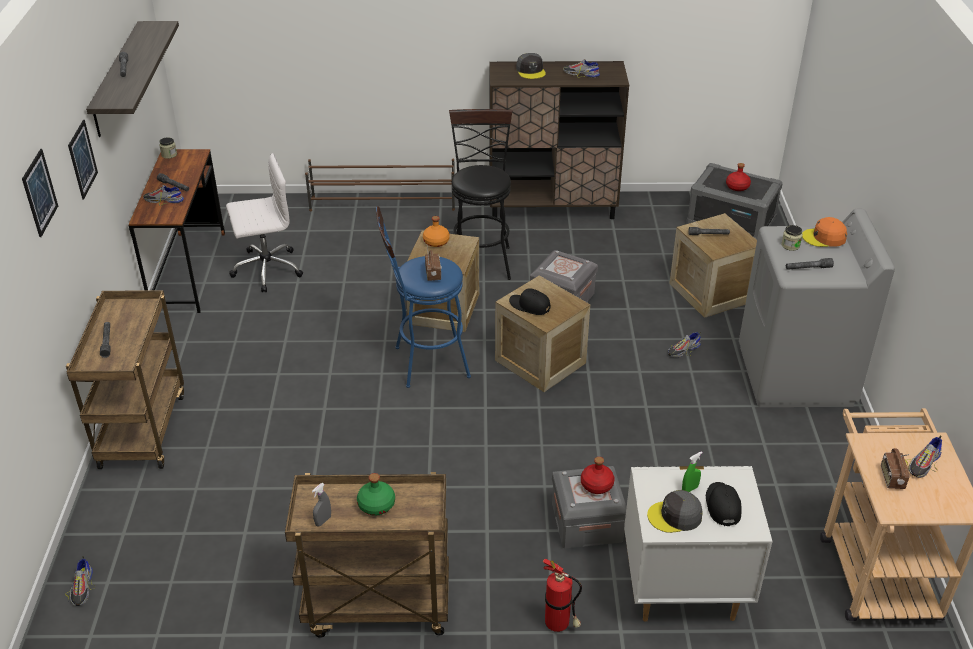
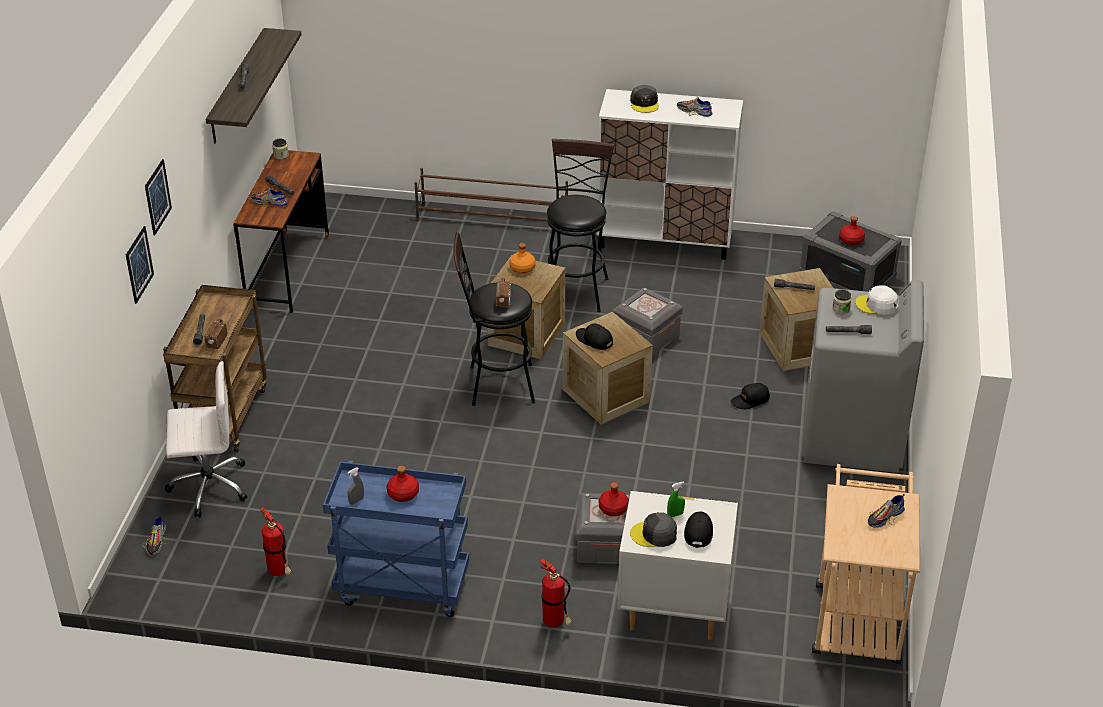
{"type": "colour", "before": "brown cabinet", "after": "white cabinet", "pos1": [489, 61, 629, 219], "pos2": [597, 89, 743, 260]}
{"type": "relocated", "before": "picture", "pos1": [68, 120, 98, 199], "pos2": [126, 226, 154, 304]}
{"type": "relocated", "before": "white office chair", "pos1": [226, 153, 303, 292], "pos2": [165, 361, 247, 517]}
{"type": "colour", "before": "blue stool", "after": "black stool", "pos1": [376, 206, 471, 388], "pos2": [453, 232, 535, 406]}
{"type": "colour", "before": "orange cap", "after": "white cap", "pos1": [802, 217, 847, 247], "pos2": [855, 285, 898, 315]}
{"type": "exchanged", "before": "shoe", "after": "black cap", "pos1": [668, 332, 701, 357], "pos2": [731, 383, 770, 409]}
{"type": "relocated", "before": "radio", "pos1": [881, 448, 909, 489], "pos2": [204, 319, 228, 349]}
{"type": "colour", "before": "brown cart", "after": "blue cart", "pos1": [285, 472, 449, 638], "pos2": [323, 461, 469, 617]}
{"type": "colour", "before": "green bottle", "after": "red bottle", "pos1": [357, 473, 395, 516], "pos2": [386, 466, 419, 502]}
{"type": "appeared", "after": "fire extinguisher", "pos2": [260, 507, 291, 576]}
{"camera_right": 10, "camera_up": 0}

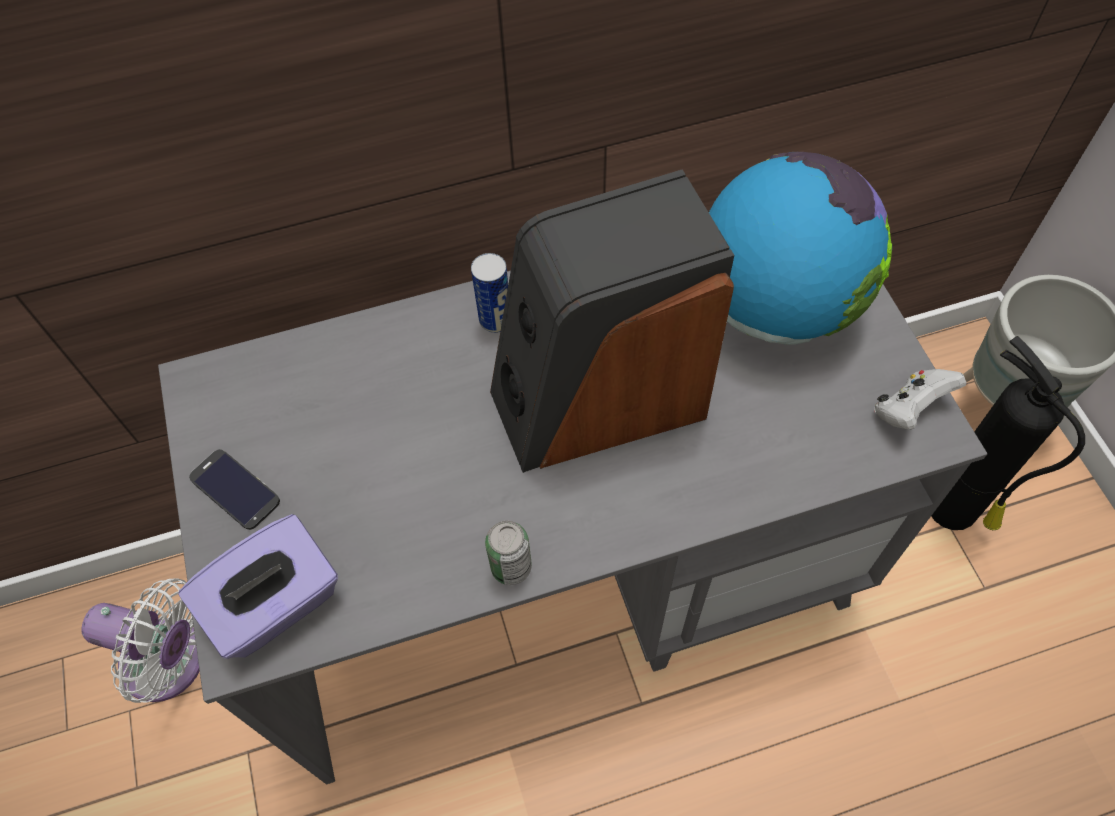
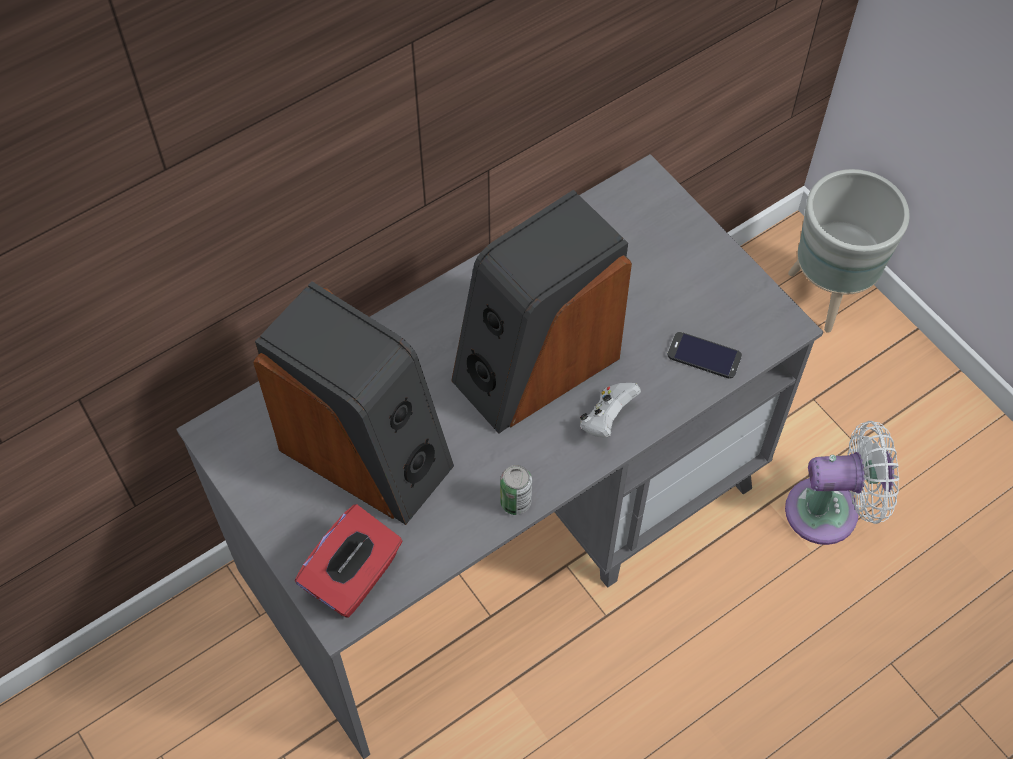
{"type": "missing", "before": "globe", "pos1": [709, 152, 892, 345]}
{"type": "missing", "before": "can", "pos1": [471, 253, 508, 333]}
{"type": "missing", "before": "fire extinguisher", "pos1": [932, 336, 1085, 530]}
{"type": "relocated", "before": "white game controller", "pos1": [874, 369, 966, 430], "pos2": [580, 383, 641, 438]}
{"type": "relocated", "before": "phone", "pos1": [189, 449, 280, 530], "pos2": [668, 332, 742, 379]}
{"type": "colour", "before": "purple tissue box", "after": "red tissue box", "pos1": [178, 514, 338, 659], "pos2": [295, 504, 403, 618]}
{"type": "relocated", "before": "white fan", "pos1": [81, 578, 200, 703], "pos2": [785, 421, 899, 545]}
{"type": "appeared", "after": "speaker", "pos2": [253, 281, 454, 525]}
{"camera_right": -20, "camera_up": 0}

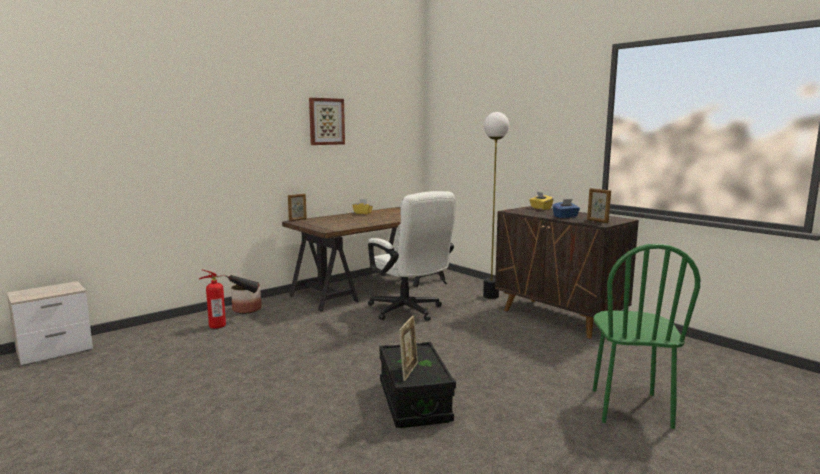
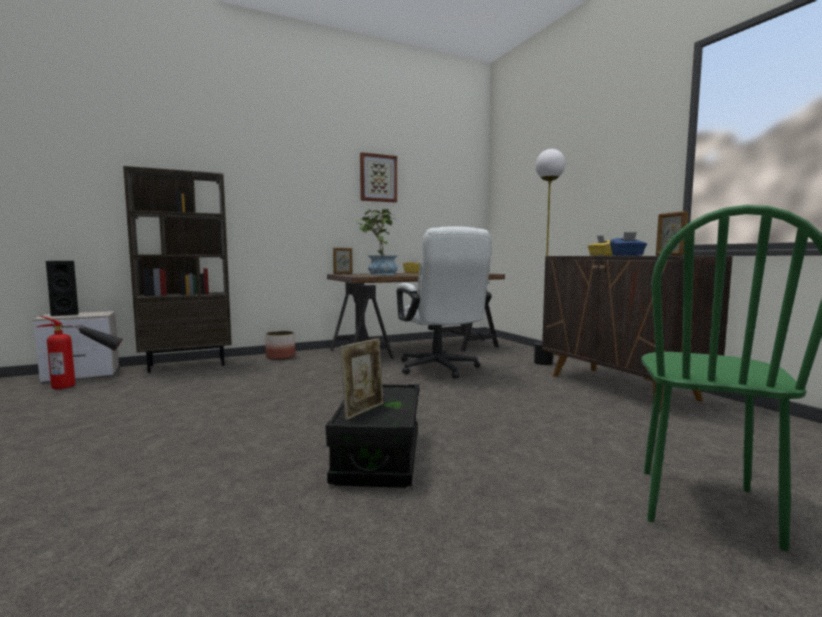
{"type": "relocated", "before": "fire extinguisher", "pos1": [199, 269, 259, 329], "pos2": [37, 316, 123, 389]}
{"type": "appeared", "after": "brown bookcase", "pos2": [123, 166, 232, 373]}
{"type": "appeared", "after": "potted plant", "pos2": [356, 209, 398, 275]}
{"type": "appeared", "after": "black speaker", "pos2": [46, 261, 79, 316]}
{"camera_right": 15, "camera_up": -5}

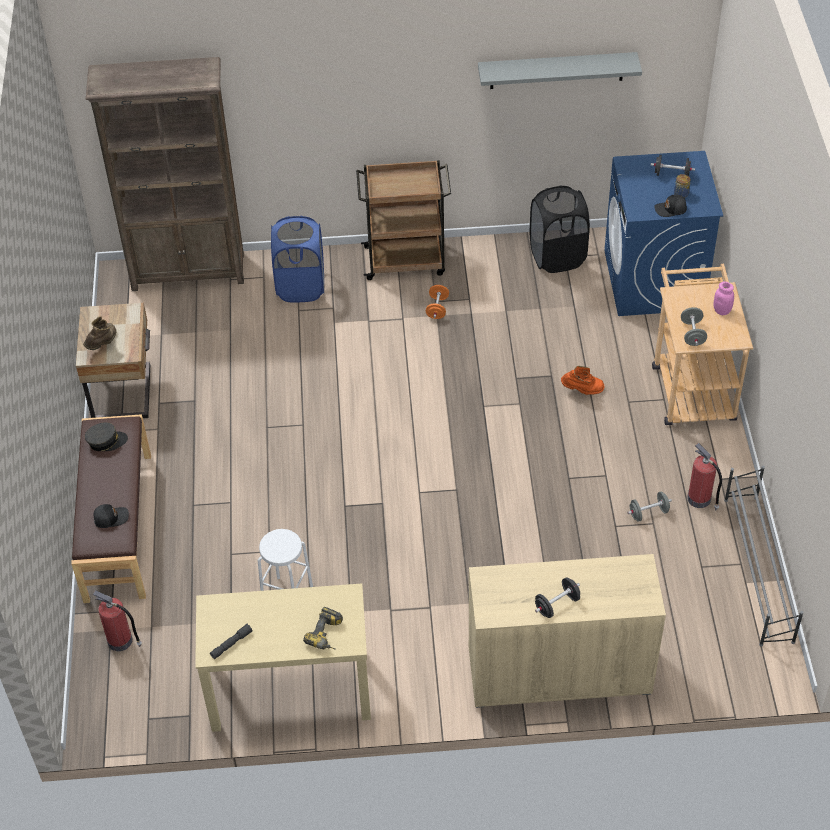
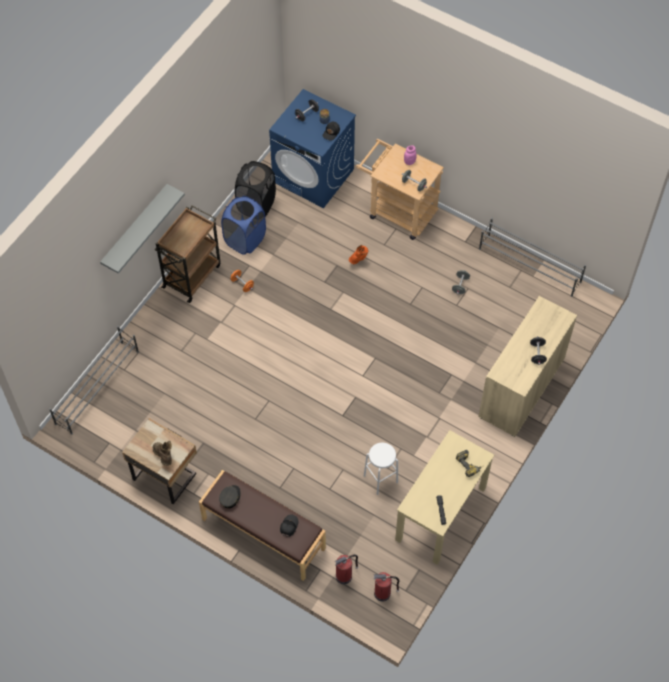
{"type": "relocated", "before": "grey shelf", "pos1": [478, 52, 642, 89], "pos2": [100, 184, 185, 274]}
{"type": "exchanged", "before": "brown bookcase", "after": "grey shoe rack", "pos1": [86, 57, 244, 291], "pos2": [49, 326, 139, 435]}
{"type": "relocated", "before": "blue laundry basket", "pos1": [271, 216, 324, 302], "pos2": [221, 196, 266, 255]}
{"type": "relocated", "before": "fire extinguisher", "pos1": [687, 443, 722, 510], "pos2": [373, 572, 400, 601]}
{"camera_right": -55, "camera_up": 10}

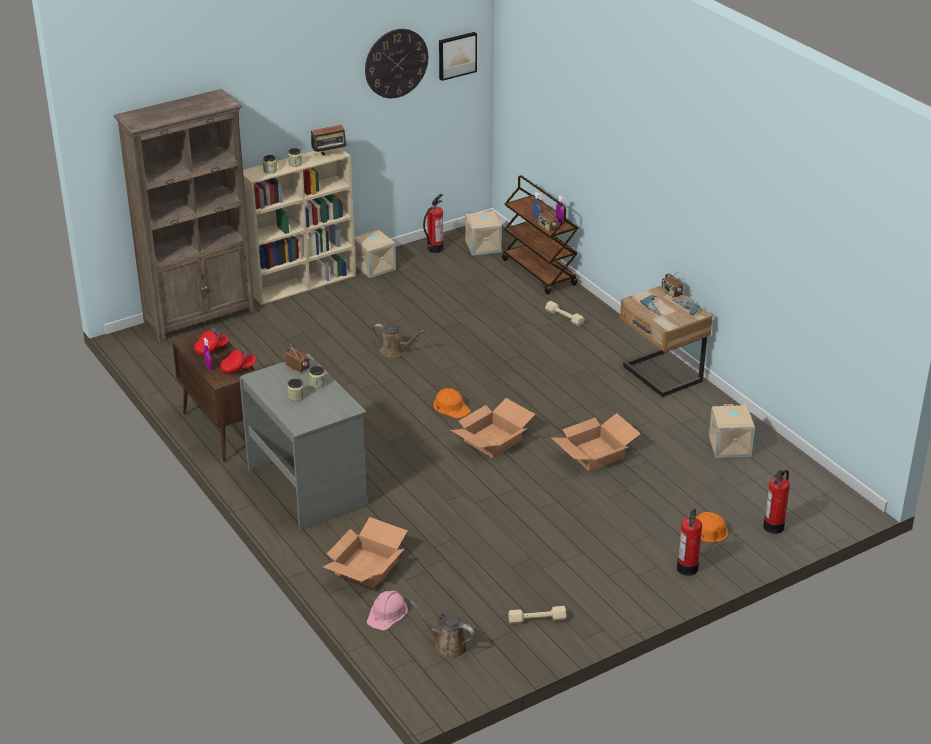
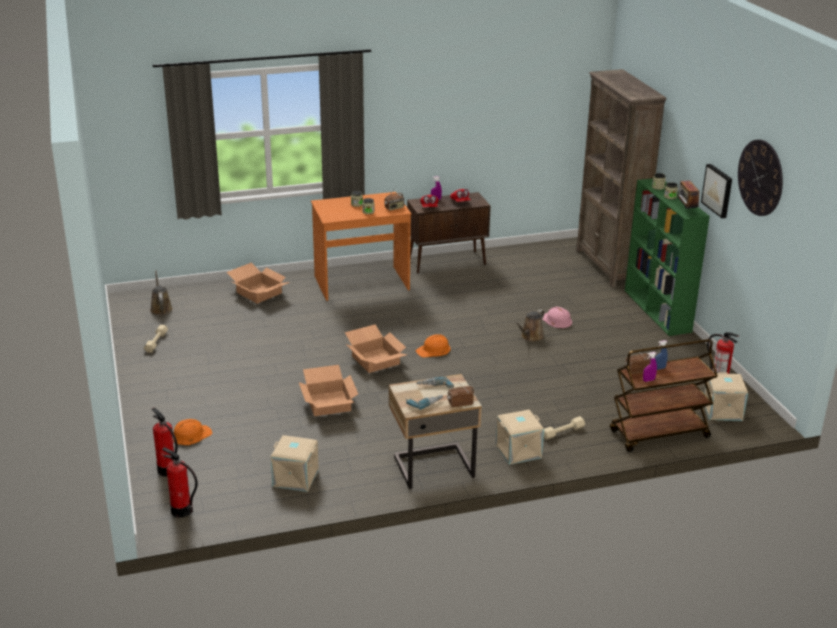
{"type": "relocated", "before": "picture", "pos1": [439, 32, 477, 81], "pos2": [701, 164, 732, 218]}
{"type": "colour", "before": "beige bookcase", "after": "green bookcase", "pos1": [243, 148, 356, 305], "pos2": [625, 178, 710, 336]}
{"type": "relocated", "before": "beige storage box", "pos1": [354, 230, 396, 278], "pos2": [496, 410, 544, 465]}
{"type": "colour", "before": "grey desk", "after": "orange desk", "pos1": [240, 354, 367, 531], "pos2": [311, 192, 412, 301]}
{"type": "relocated", "before": "fire extinguisher", "pos1": [677, 509, 702, 576], "pos2": [162, 447, 198, 518]}
{"type": "relocated", "before": "pink hard hat", "pos1": [367, 590, 408, 630], "pos2": [542, 307, 572, 328]}
{"type": "spun", "before": "brown watering can", "pos1": [410, 601, 475, 659], "pos2": [150, 271, 173, 315], "turn": -60}
{"camera_right": 105, "camera_up": -5}

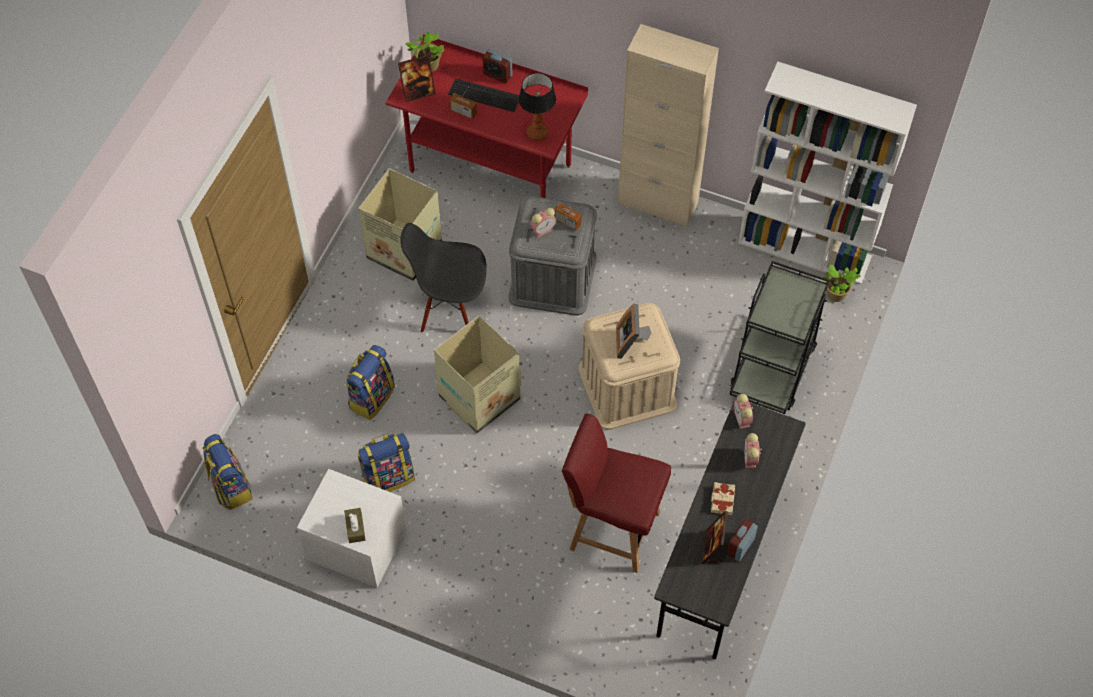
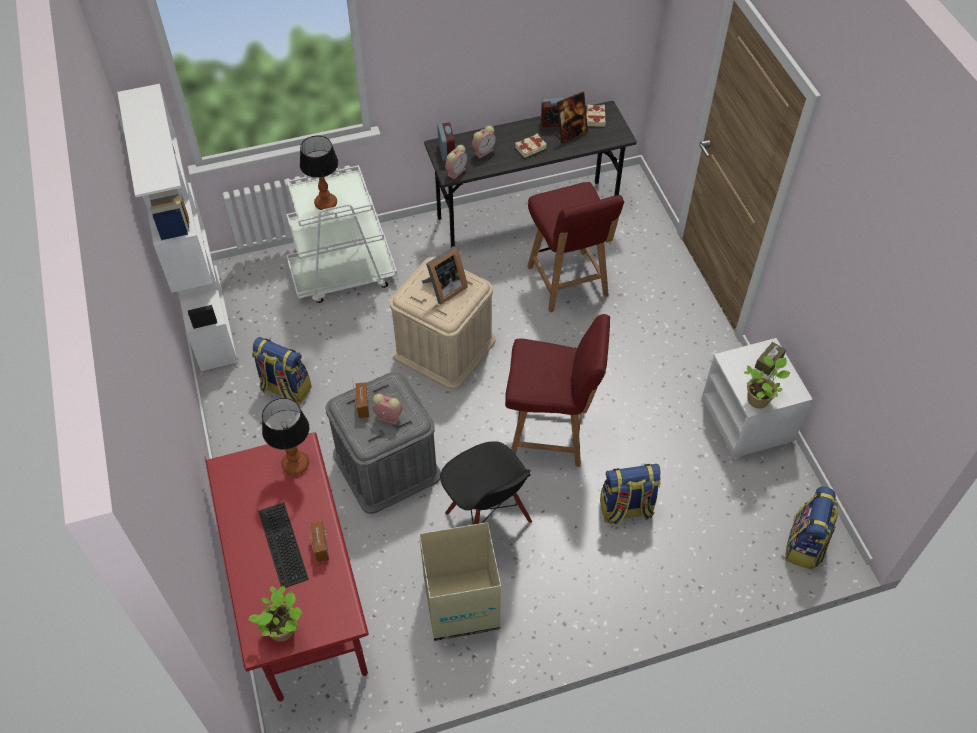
{"type": "missing", "before": "beige cabinet", "pos1": [618, 24, 719, 227]}
{"type": "relocated", "before": "alarm clock", "pos1": [483, 49, 512, 83], "pos2": [437, 122, 455, 161]}
{"type": "missing", "before": "picture frame", "pos1": [398, 55, 435, 102]}
{"type": "colour", "before": "black cart", "after": "white cart", "pos1": [730, 261, 830, 414], "pos2": [286, 165, 397, 303]}
{"type": "relocated", "before": "potted plant", "pos1": [823, 264, 861, 302], "pos2": [744, 356, 791, 409]}
{"type": "exchanged", "before": "cardboard box", "after": "red chair", "pos1": [434, 315, 521, 433], "pos2": [505, 314, 610, 467]}
{"type": "relocated", "before": "backpack", "pos1": [358, 433, 415, 492], "pos2": [252, 337, 312, 405]}
{"type": "appeared", "after": "beige book", "pos2": [586, 104, 605, 127]}
{"type": "appeared", "after": "table lamp", "pos2": [300, 136, 339, 210]}
{"camera_right": -130, "camera_up": -5}

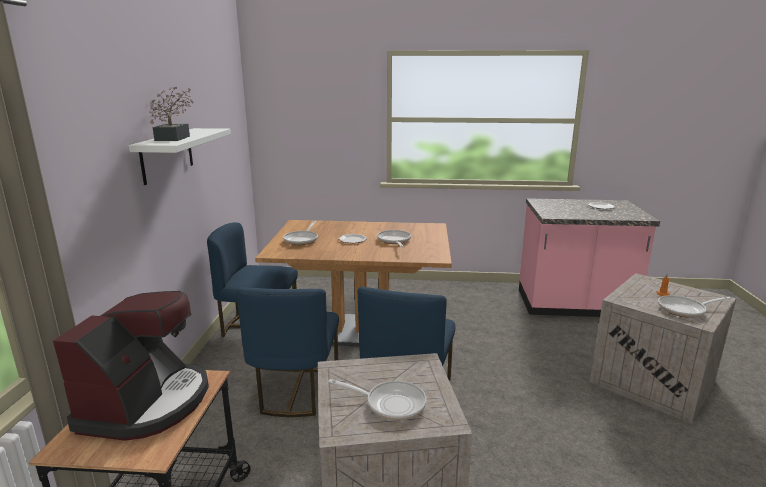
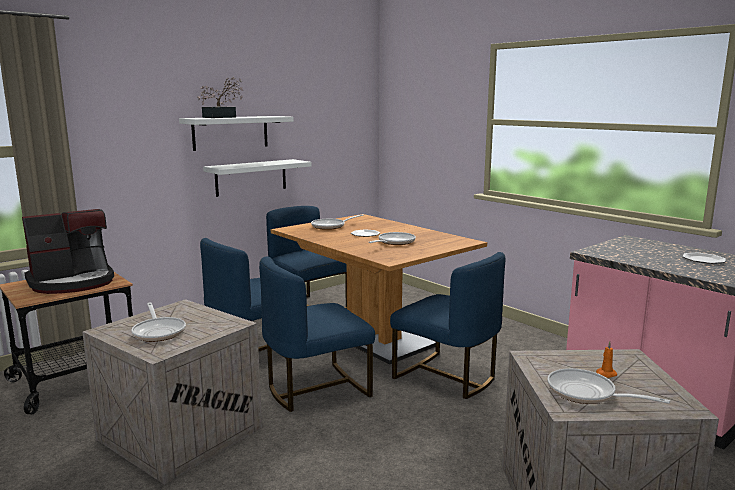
{"type": "appeared", "after": "white shelf", "pos2": [203, 159, 312, 197]}
{"type": "appeared", "after": "blue chair", "pos2": [390, 252, 505, 399]}
{"camera_right": 45, "camera_up": -5}

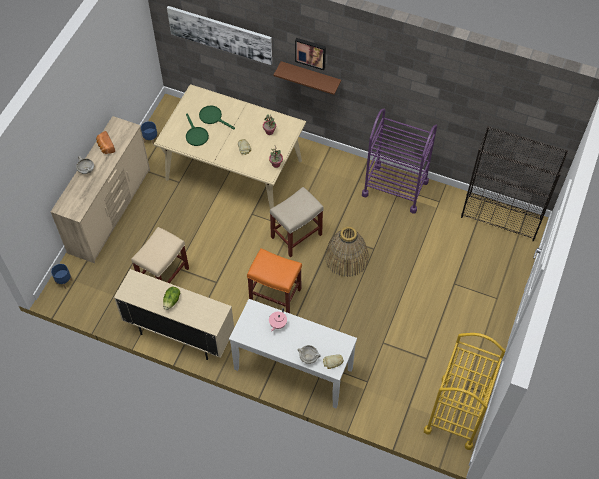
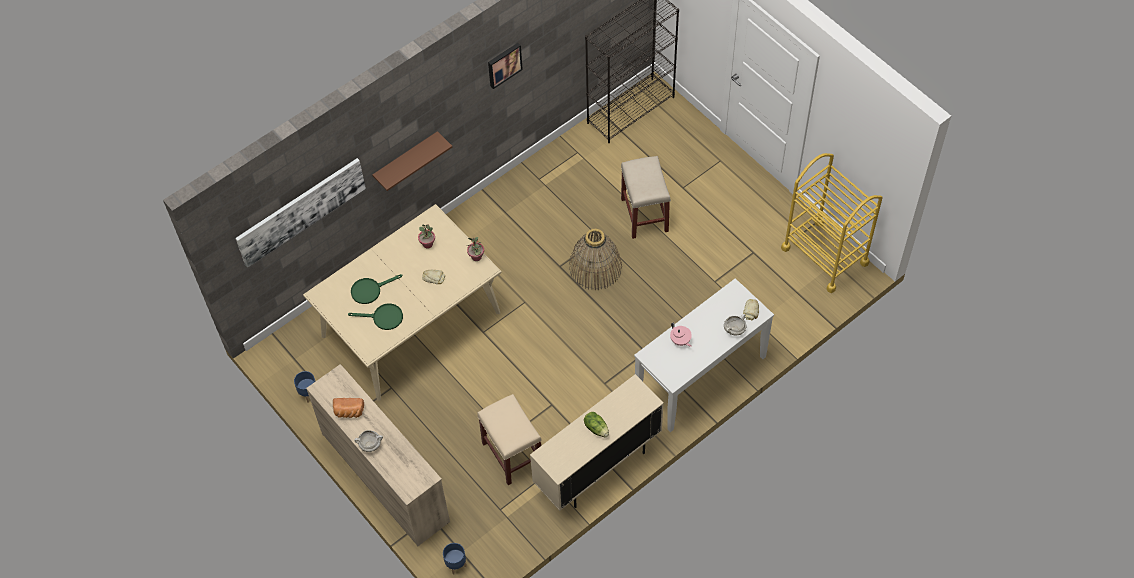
{"type": "relocated", "before": "picture", "pos1": [295, 38, 326, 70], "pos2": [488, 43, 523, 89]}
{"type": "missing", "before": "purple cart", "pos1": [362, 108, 437, 214]}
{"type": "relocated", "before": "beige stool", "pos1": [270, 187, 324, 257], "pos2": [621, 156, 671, 239]}
{"type": "missing", "before": "orange stool", "pos1": [247, 248, 302, 313]}
{"camera_right": -60, "camera_up": 0}

